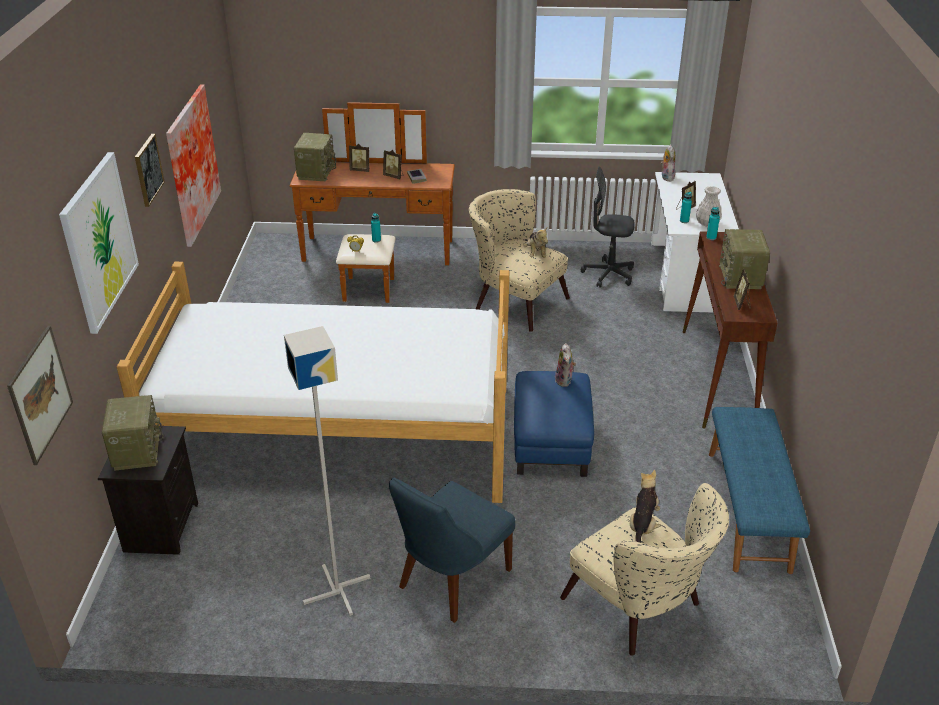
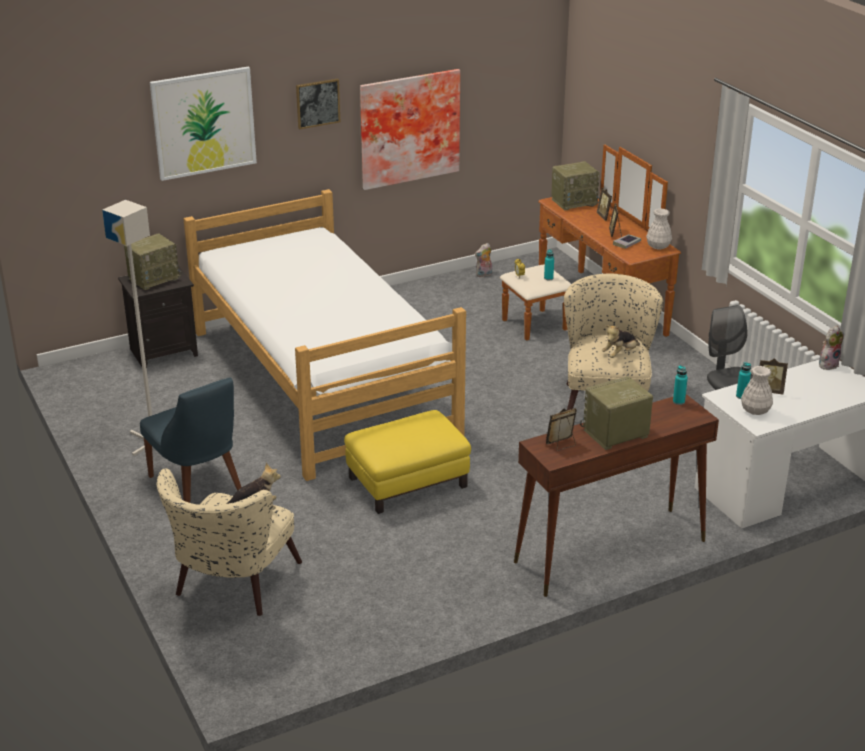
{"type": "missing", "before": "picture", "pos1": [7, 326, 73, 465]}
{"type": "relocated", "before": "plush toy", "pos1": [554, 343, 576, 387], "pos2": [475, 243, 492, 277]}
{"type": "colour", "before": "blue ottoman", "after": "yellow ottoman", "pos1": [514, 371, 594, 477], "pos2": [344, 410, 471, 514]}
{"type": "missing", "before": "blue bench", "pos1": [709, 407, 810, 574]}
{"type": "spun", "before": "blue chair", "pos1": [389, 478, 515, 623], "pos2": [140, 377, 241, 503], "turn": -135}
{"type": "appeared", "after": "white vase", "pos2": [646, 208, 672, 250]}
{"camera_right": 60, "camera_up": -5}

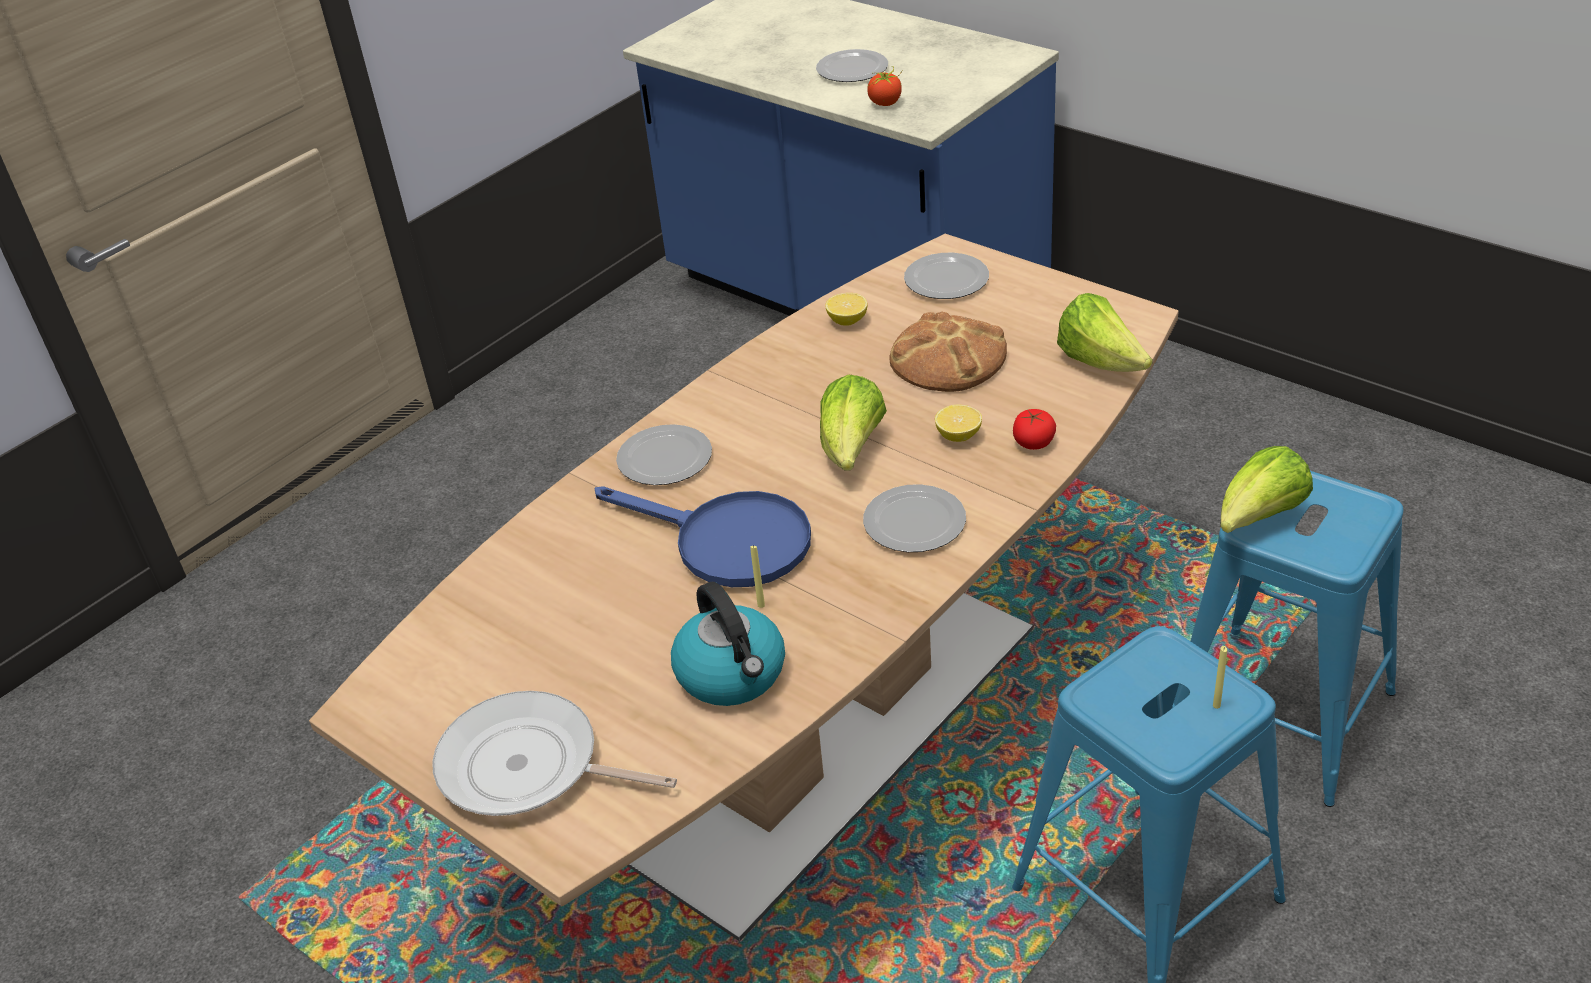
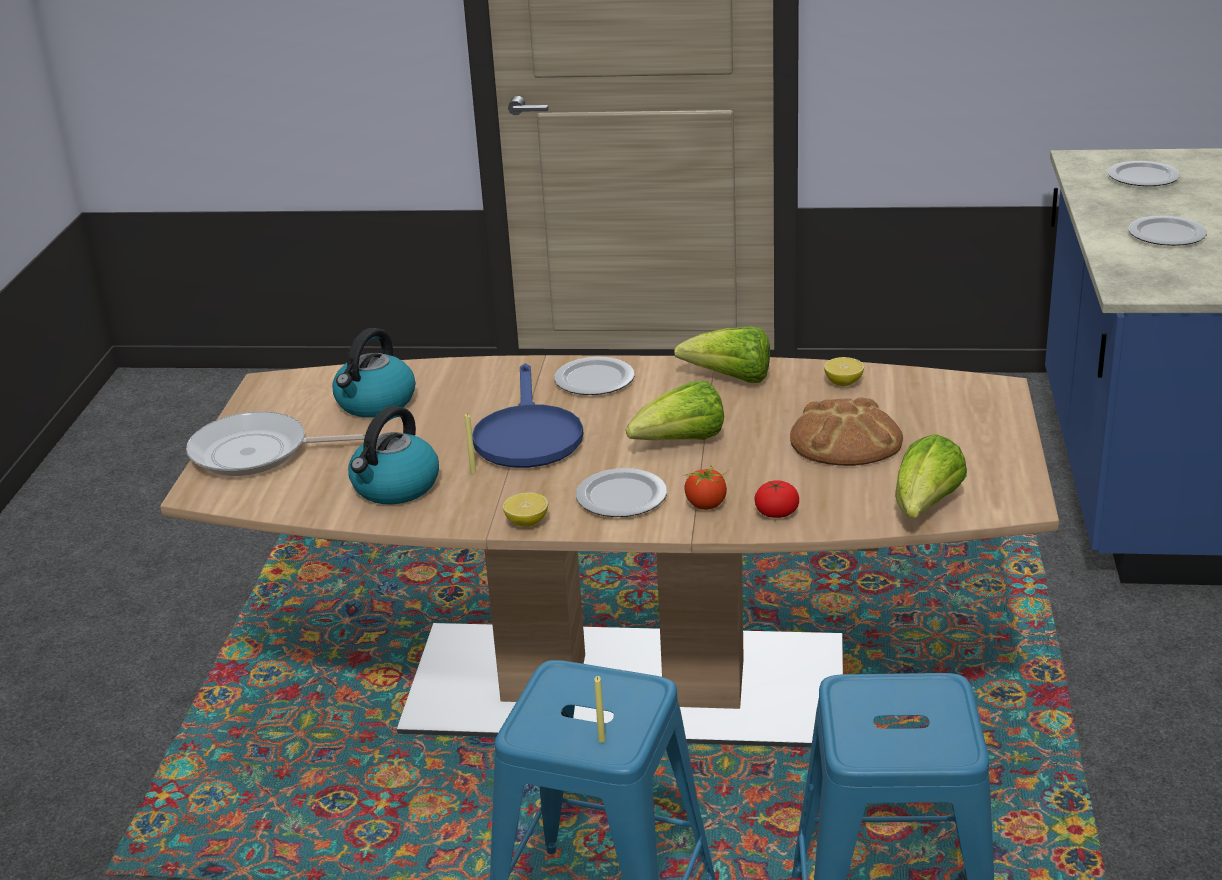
{"type": "relocated", "before": "tomato", "pos1": [867, 66, 903, 106], "pos2": [684, 465, 728, 510]}
{"type": "relocated", "before": "plate", "pos1": [904, 253, 989, 299], "pos2": [1108, 161, 1180, 186]}
{"type": "relocated", "before": "lemon", "pos1": [935, 405, 982, 442], "pos2": [503, 493, 548, 527]}
{"type": "relocated", "before": "lettuce", "pos1": [1220, 446, 1313, 533], "pos2": [674, 326, 770, 383]}
{"type": "spun", "before": "frying pan", "pos1": [432, 691, 677, 816], "pos2": [186, 412, 365, 476], "turn": -75}
{"type": "appeared", "after": "kettle", "pos2": [332, 328, 415, 418]}
{"camera_right": 55, "camera_up": -10}

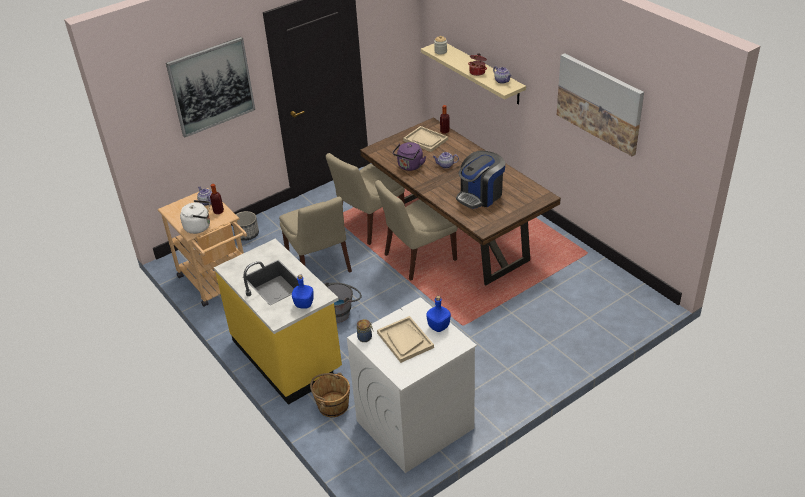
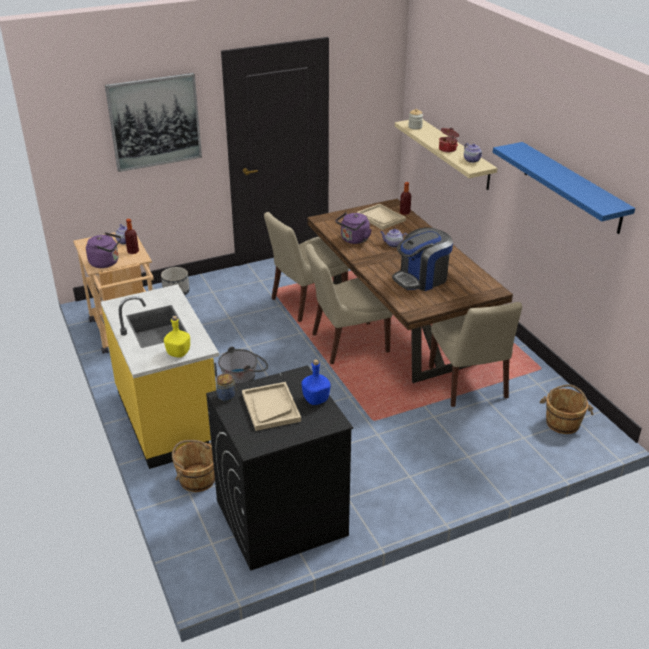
{"type": "exchanged", "before": "picture", "after": "blue shelf", "pos1": [557, 53, 644, 156], "pos2": [493, 142, 635, 234]}
{"type": "relocated", "before": "beige chair", "pos1": [279, 197, 352, 273], "pos2": [429, 302, 522, 407]}
{"type": "colour", "before": "white kettle", "after": "purple kettle", "pos1": [180, 200, 210, 234], "pos2": [86, 232, 121, 268]}
{"type": "colour", "before": "blue bottle", "after": "yellow bottle", "pos1": [292, 274, 314, 309], "pos2": [164, 316, 190, 357]}
{"type": "colour", "before": "white washing machine", "after": "black washing machine", "pos1": [347, 297, 477, 473], "pos2": [206, 365, 353, 571]}
{"type": "appeared", "after": "brown bucket", "pos2": [539, 384, 594, 434]}
{"camera_right": 10, "camera_up": -5}

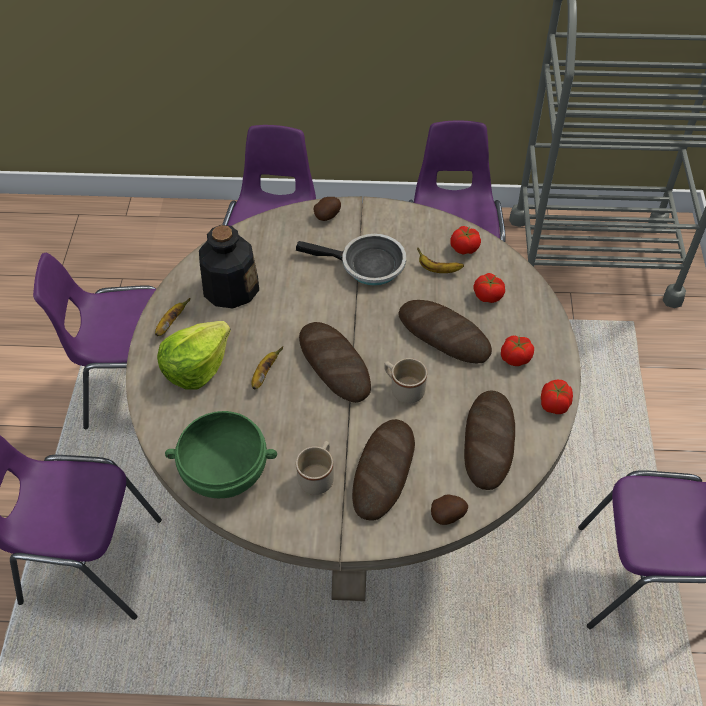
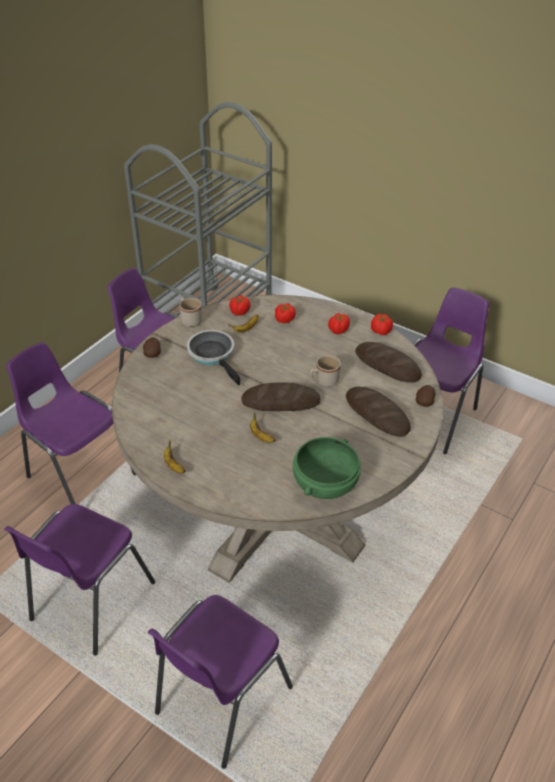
{"type": "missing", "before": "bottle", "pos1": [199, 225, 259, 308]}
{"type": "spun", "before": "frying pan", "pos1": [296, 234, 406, 286], "pos2": [187, 330, 241, 386], "turn": -75}
{"type": "missing", "before": "bread", "pos1": [398, 300, 492, 363]}
{"type": "missing", "before": "lettuce", "pos1": [157, 321, 231, 390]}
{"type": "relocated", "before": "beige mug", "pos1": [296, 441, 334, 495], "pos2": [179, 298, 202, 327]}
{"camera_right": -60, "camera_up": -10}

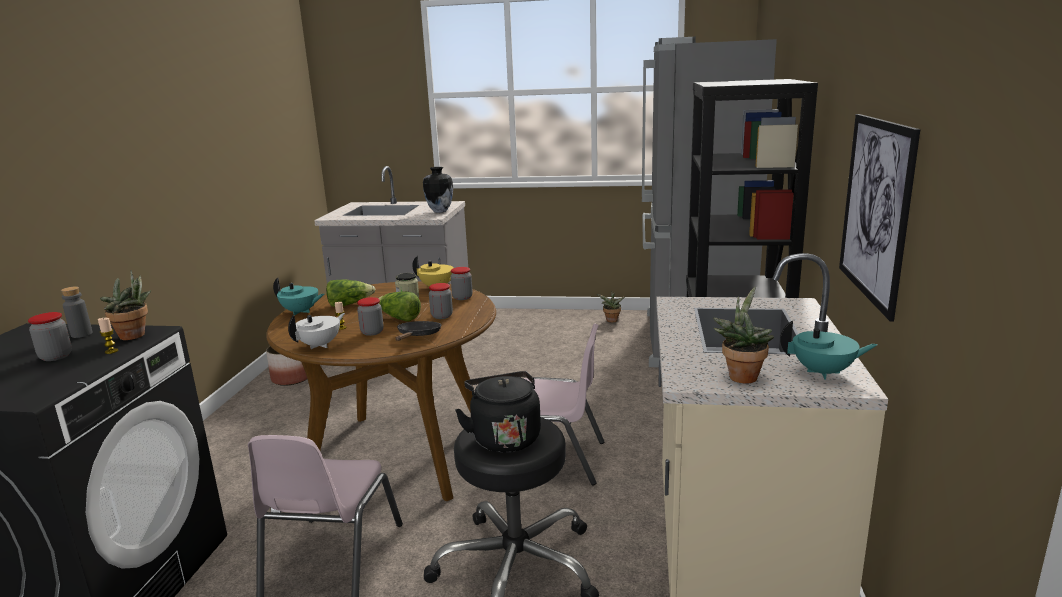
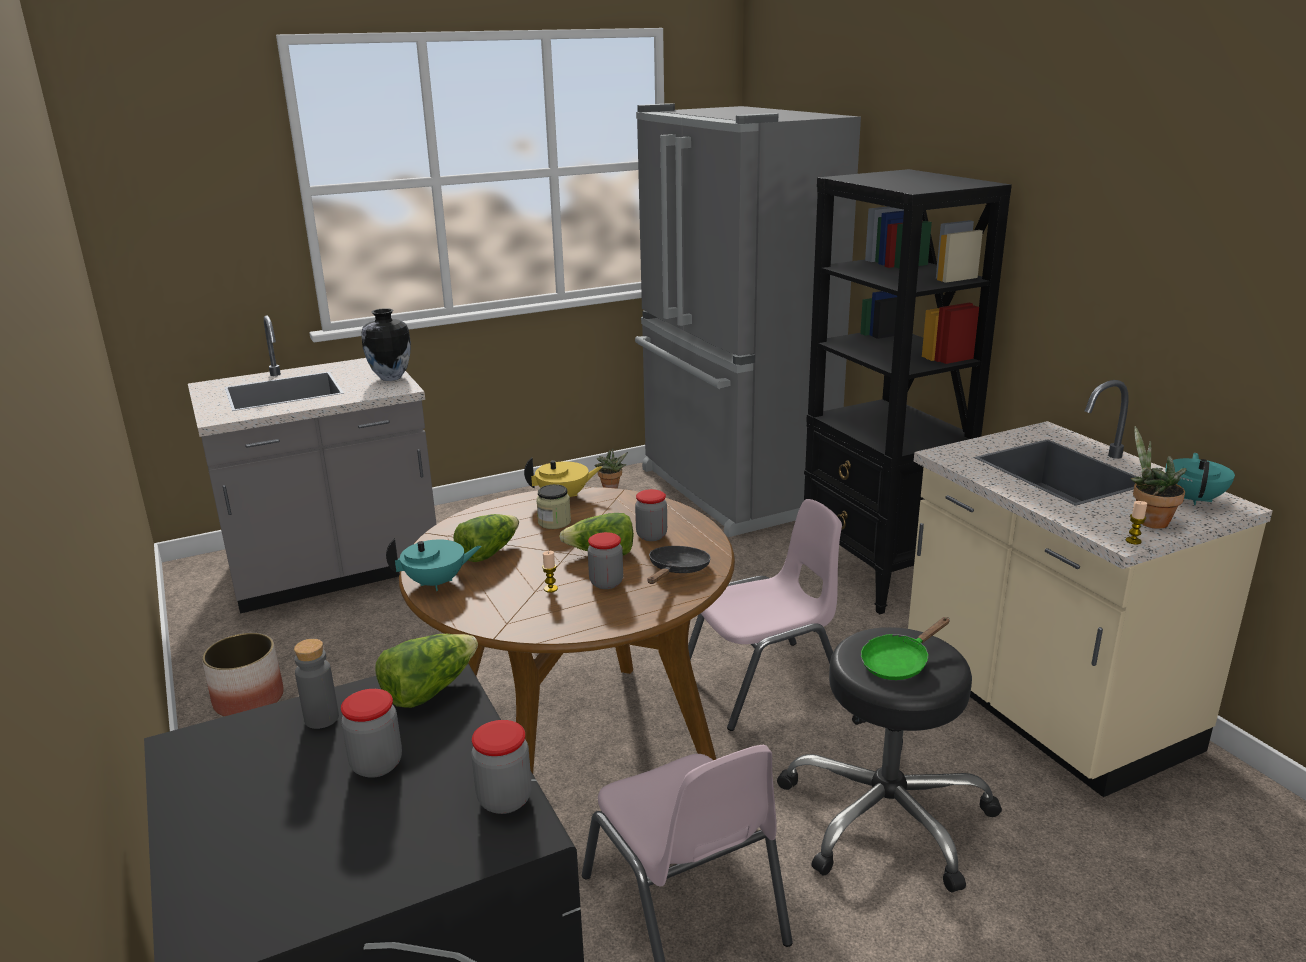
{"type": "missing", "before": "picture", "pos1": [839, 114, 920, 321]}
{"type": "relocated", "before": "jar", "pos1": [451, 267, 473, 300], "pos2": [471, 720, 532, 814]}
{"type": "exchanged", "before": "potted plant", "after": "lettuce", "pos1": [100, 270, 151, 340], "pos2": [375, 634, 478, 708]}
{"type": "missing", "before": "white teapot", "pos1": [288, 313, 345, 349]}
{"type": "relocated", "before": "candle", "pos1": [98, 318, 118, 354], "pos2": [1126, 501, 1147, 545]}
{"type": "spun", "before": "turquoise teapot", "pos1": [780, 320, 878, 379], "pos2": [1166, 453, 1235, 505], "turn": -45}
{"type": "spun", "before": "black frying pan", "pos1": [396, 321, 441, 341], "pos2": [648, 546, 711, 584], "turn": 45}
{"type": "exchanged", "before": "black kettle", "after": "green frying pan", "pos1": [455, 371, 541, 452], "pos2": [861, 617, 950, 680]}
{"camera_right": -35, "camera_up": 5}

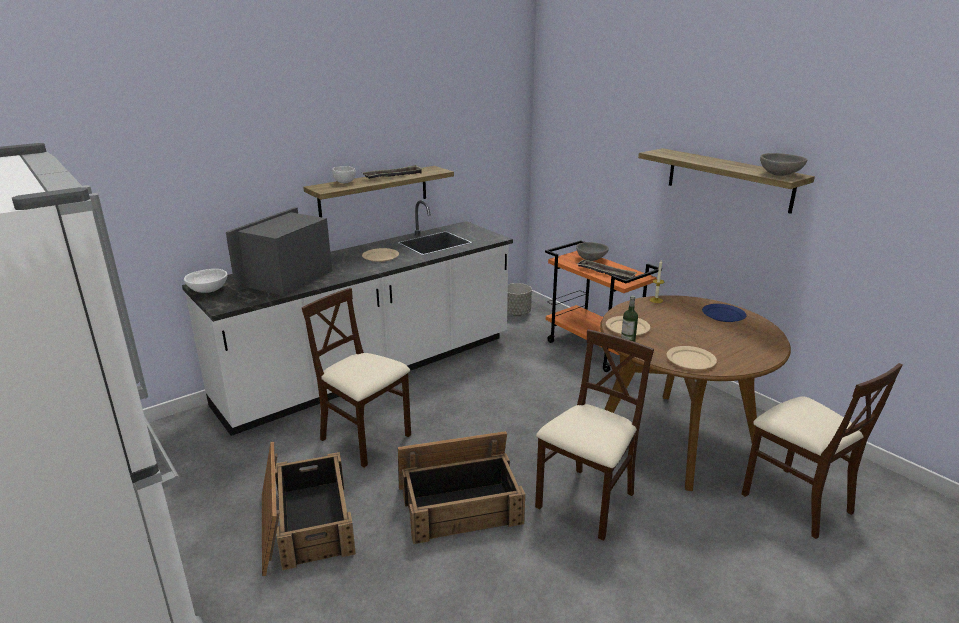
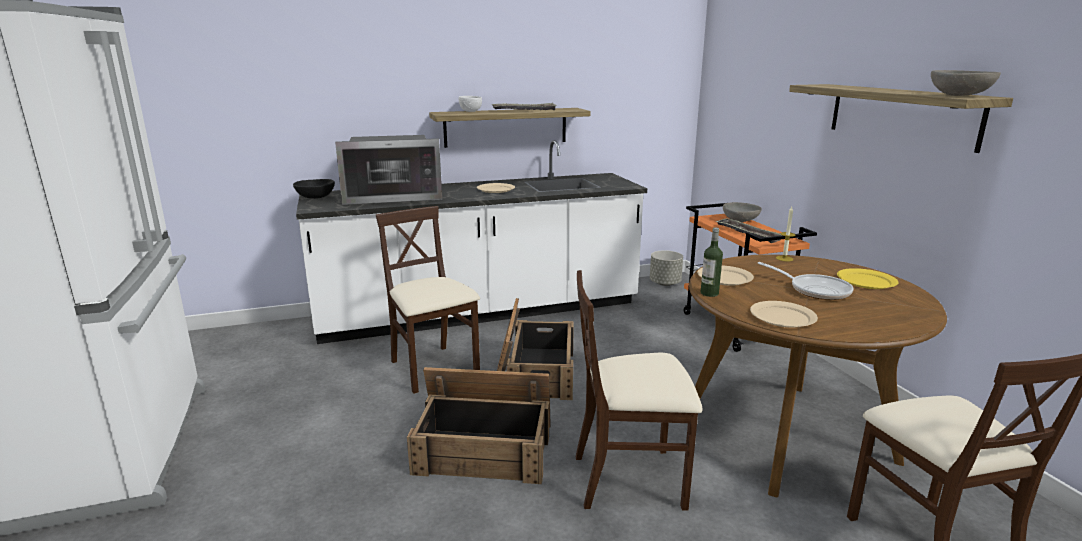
{"type": "spun", "before": "microwave", "pos1": [226, 207, 332, 296], "pos2": [335, 135, 442, 205], "turn": -150}
{"type": "colour", "before": "white bowl", "after": "black bowl", "pos1": [184, 269, 228, 293], "pos2": [293, 179, 335, 199]}
{"type": "colour", "before": "blue plate", "after": "yellow plate", "pos1": [702, 304, 746, 322], "pos2": [837, 268, 898, 289]}
{"type": "spun", "before": "beige chair", "pos1": [535, 329, 654, 541], "pos2": [575, 270, 702, 511], "turn": -150}
{"type": "relocated", "before": "crate", "pos1": [262, 442, 356, 576], "pos2": [497, 298, 574, 400]}
{"type": "appeared", "after": "frying pan", "pos2": [757, 262, 854, 300]}
{"camera_right": 20, "camera_up": -5}

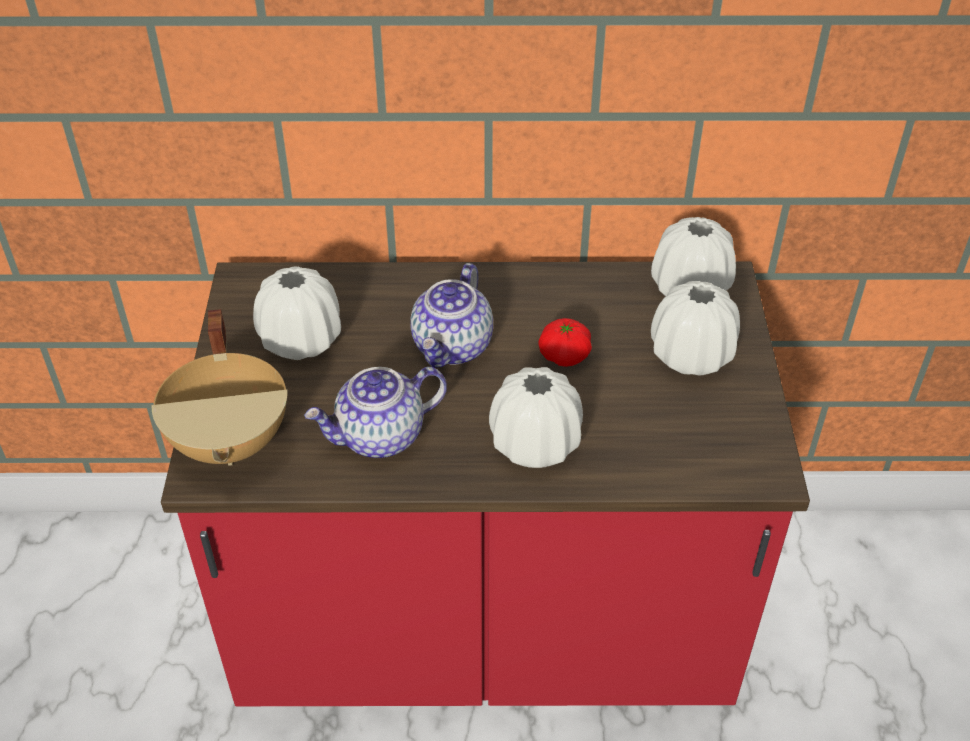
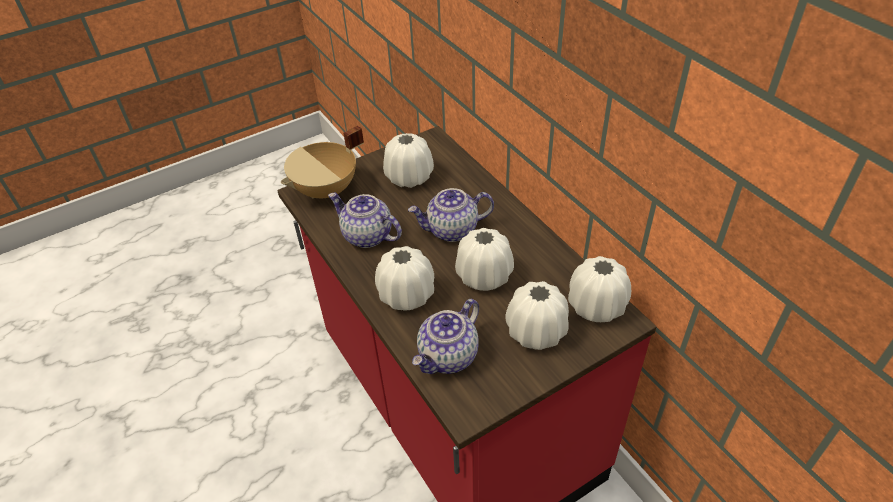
{"type": "exchanged", "before": "tomato", "after": "white vase", "pos1": [538, 318, 592, 367], "pos2": [455, 228, 514, 291]}
{"type": "appeared", "after": "teapot", "pos2": [412, 299, 479, 374]}
{"camera_right": 60, "camera_up": 0}

